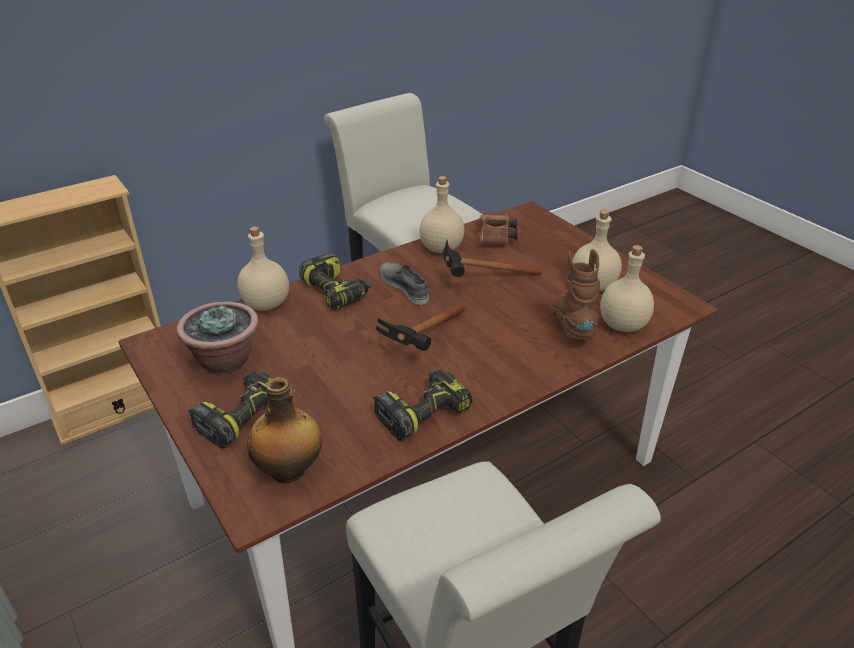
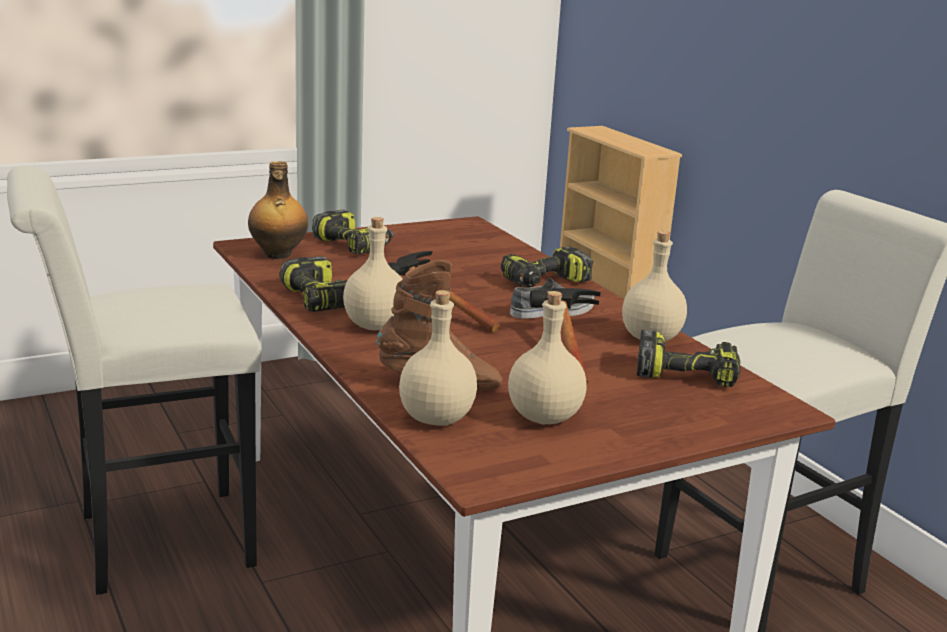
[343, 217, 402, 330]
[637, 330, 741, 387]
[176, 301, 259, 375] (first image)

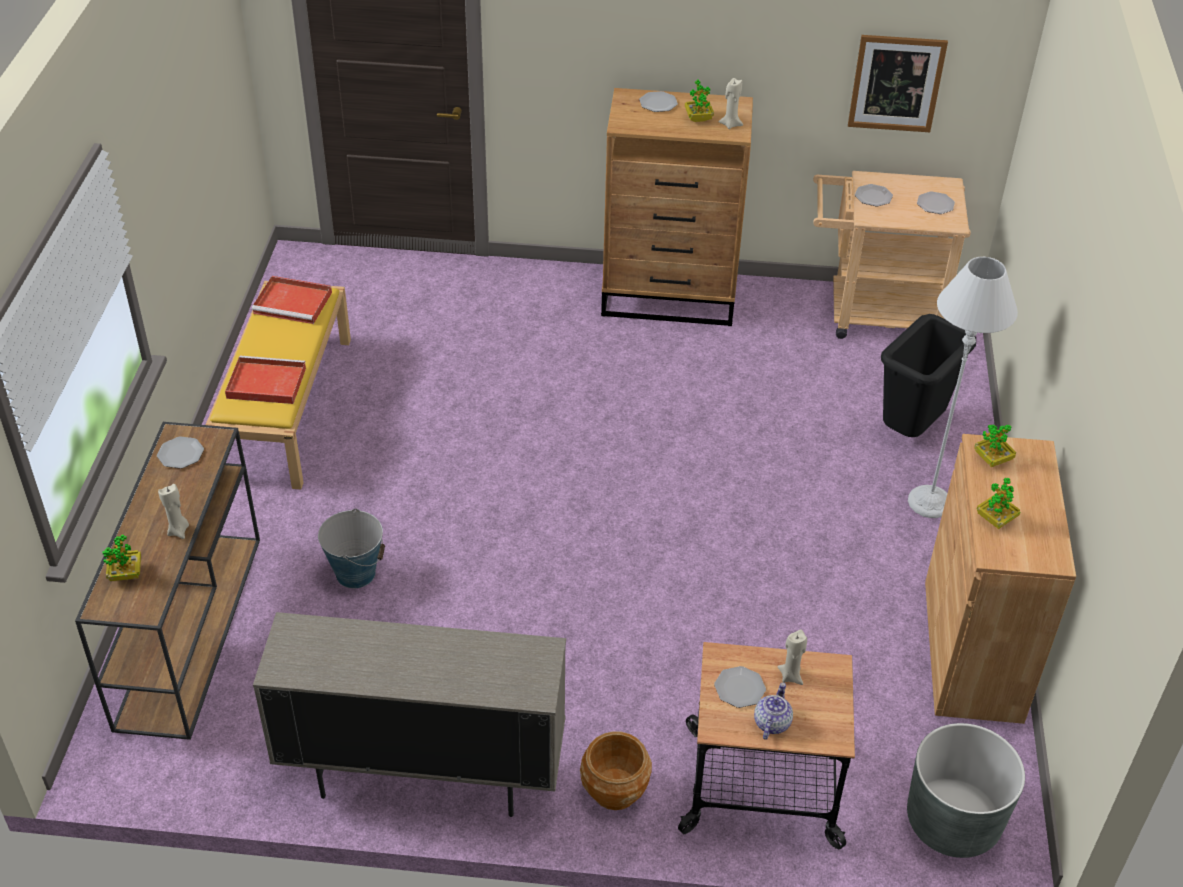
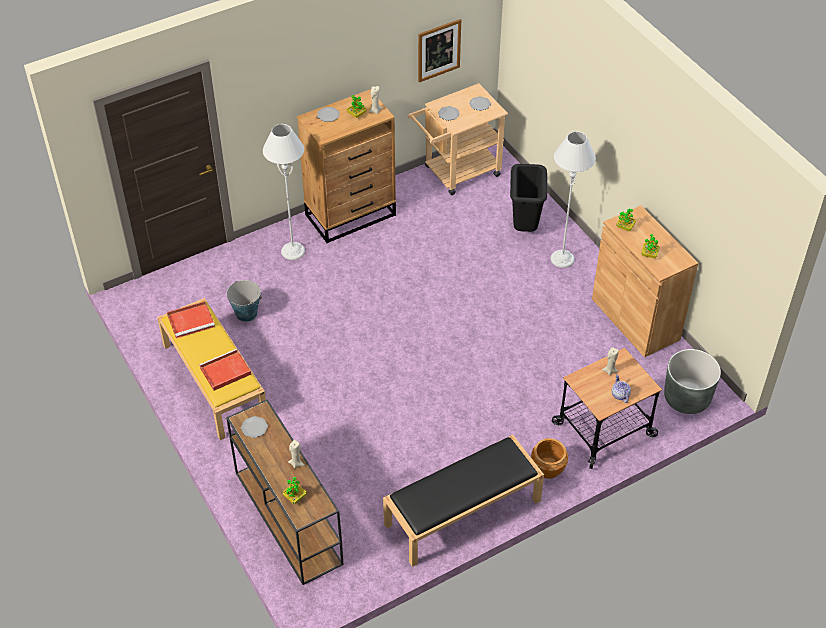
[227, 280, 262, 322]
[263, 124, 305, 260]
[383, 435, 544, 567]
[714, 666, 766, 708] (first image)

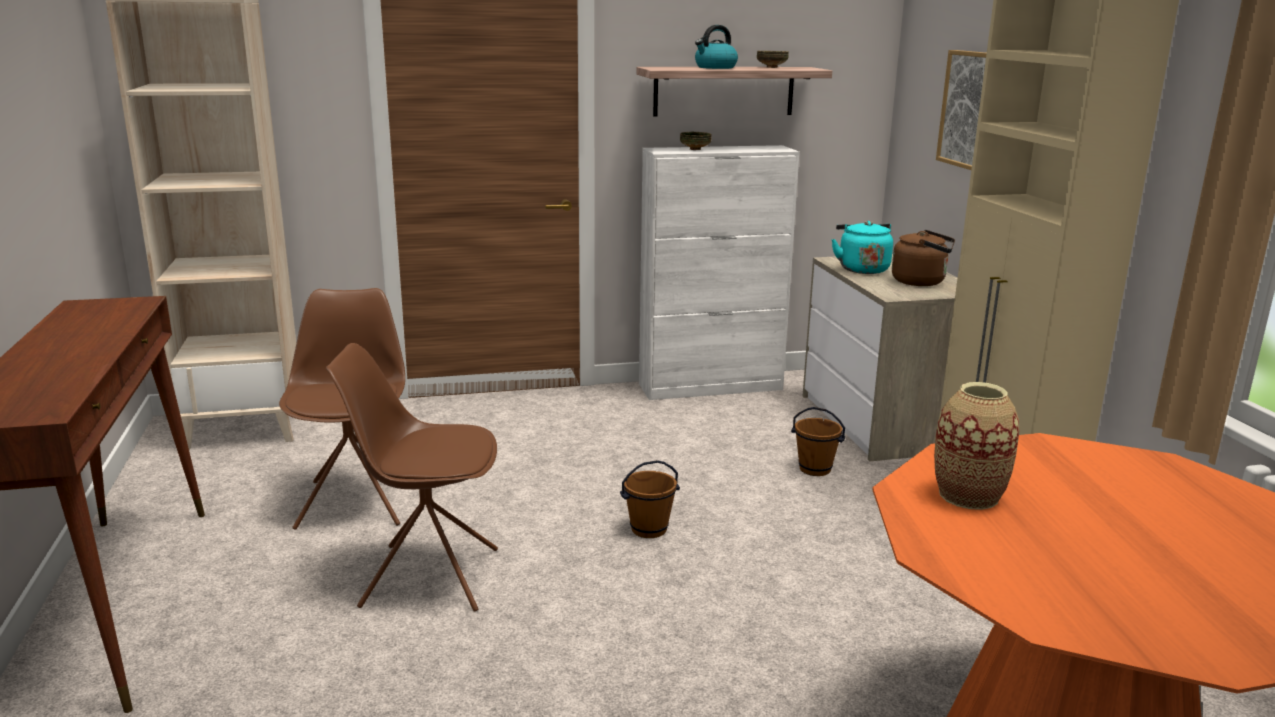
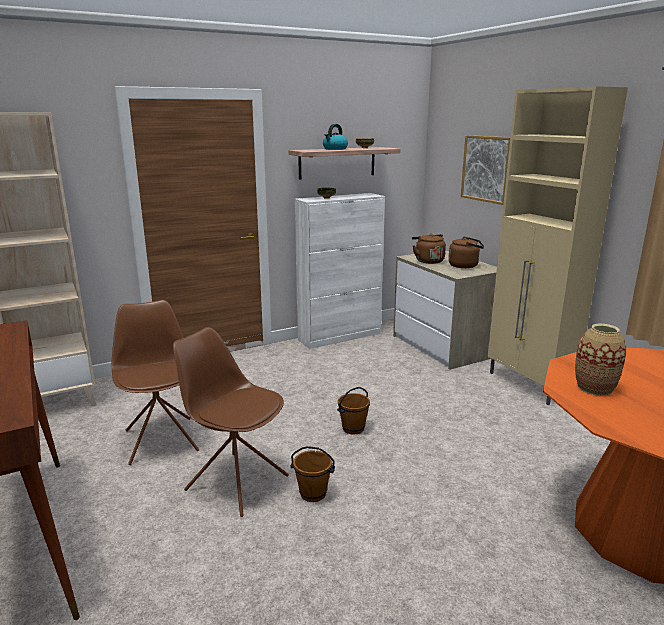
[173, 327, 289, 517]
[290, 446, 335, 502]
[412, 234, 446, 264]

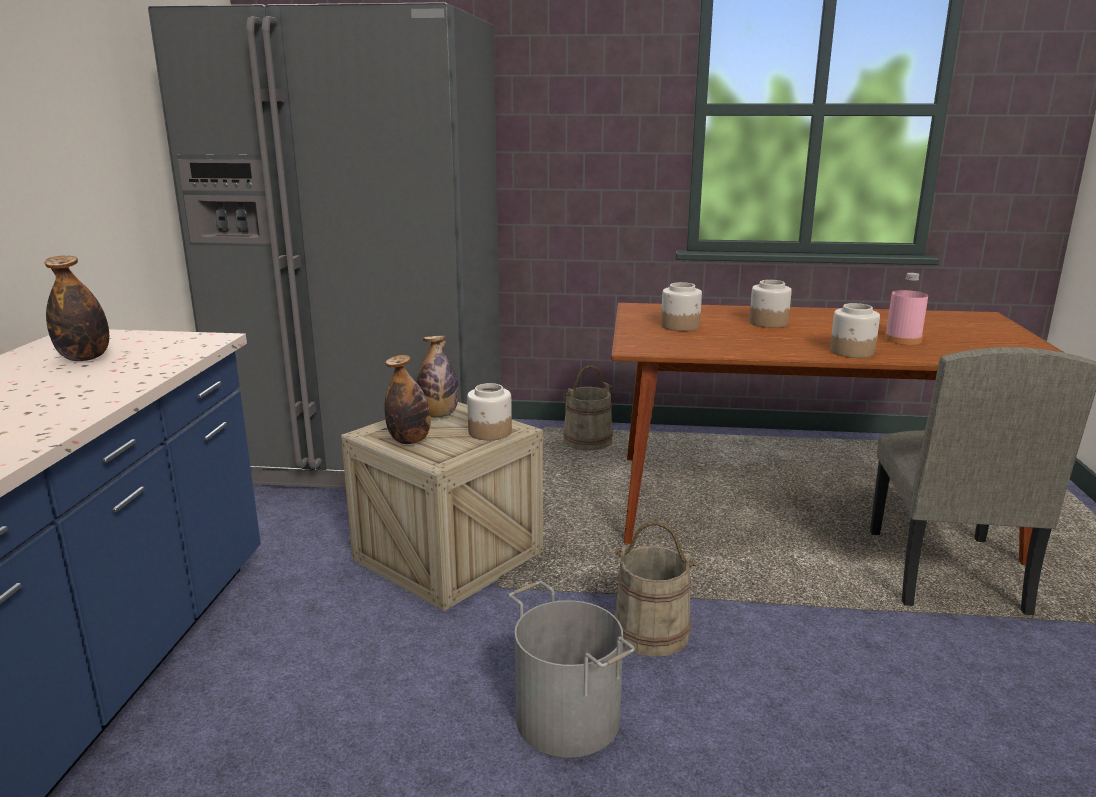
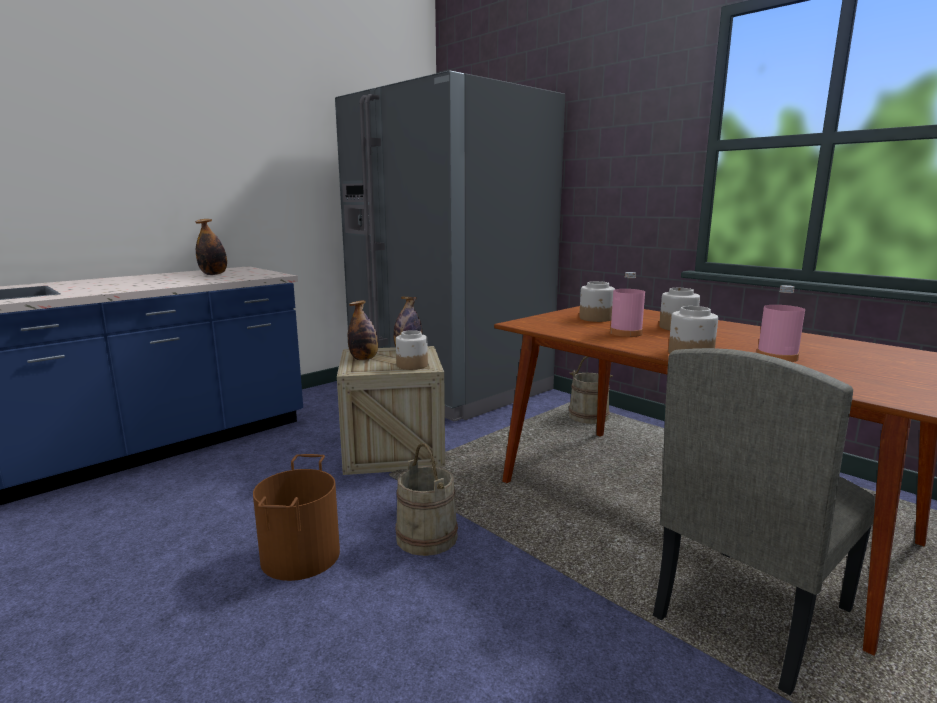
[253, 454, 340, 581]
[610, 272, 645, 337]

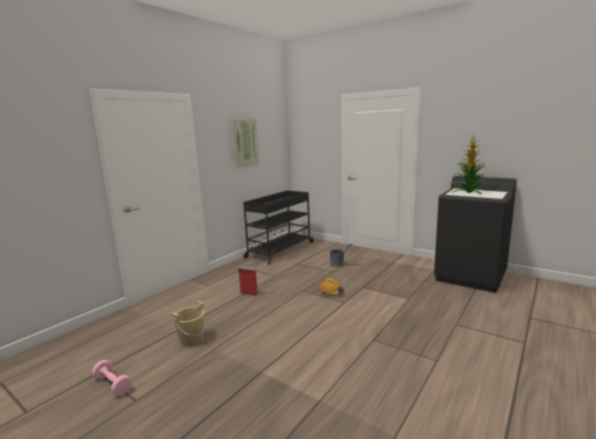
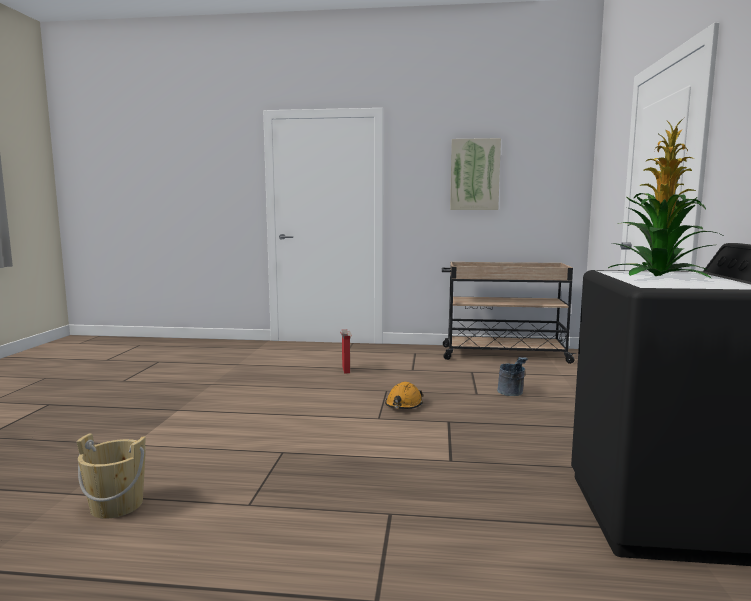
[77, 433, 146, 519]
[442, 262, 576, 364]
[92, 360, 132, 396] (first image)

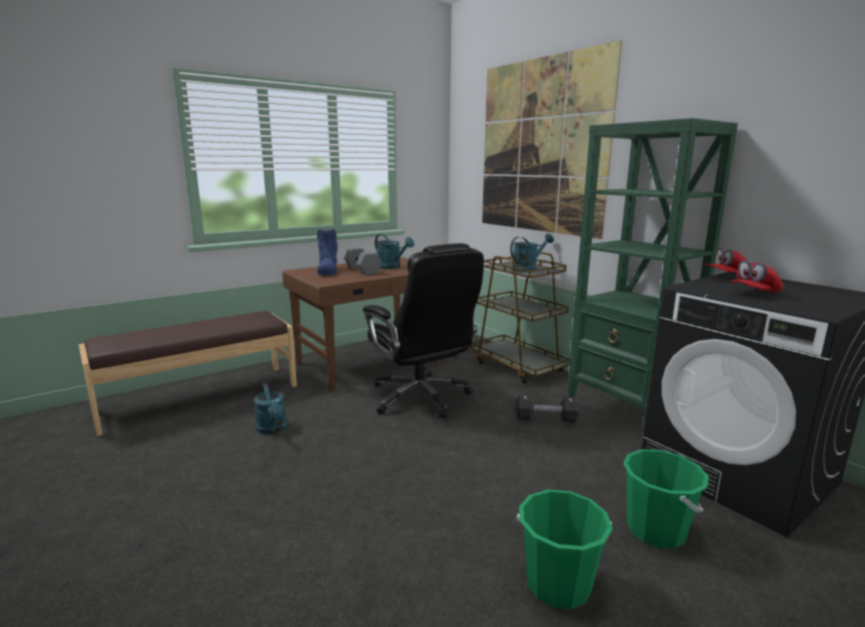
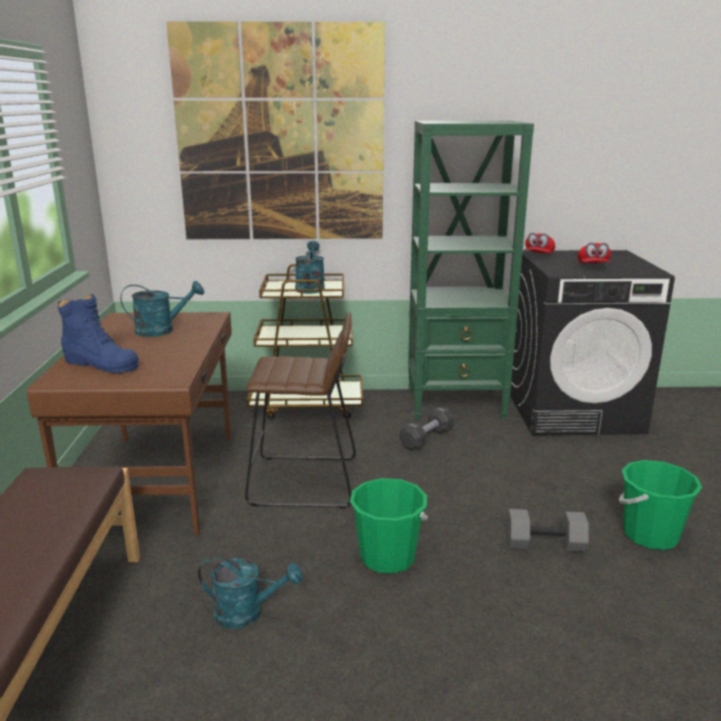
[245, 313, 356, 509]
[350, 478, 428, 574]
[506, 509, 589, 552]

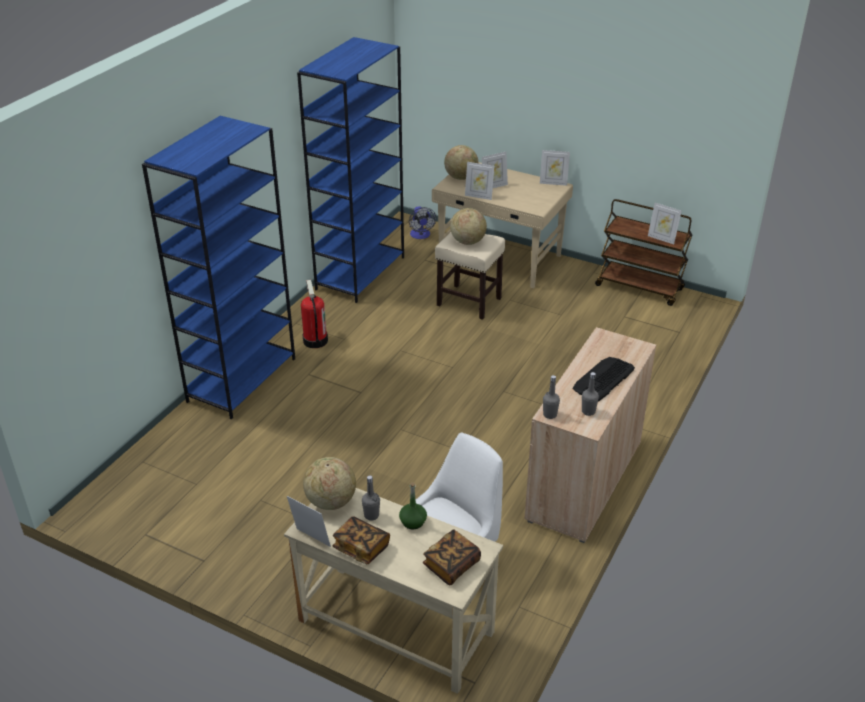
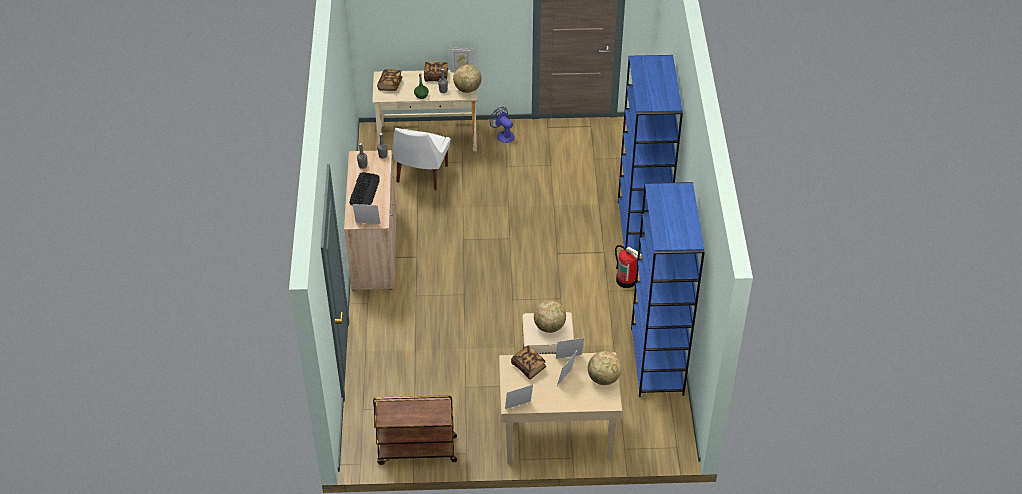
[353, 204, 380, 224]
[490, 107, 515, 143]
[511, 345, 546, 379]

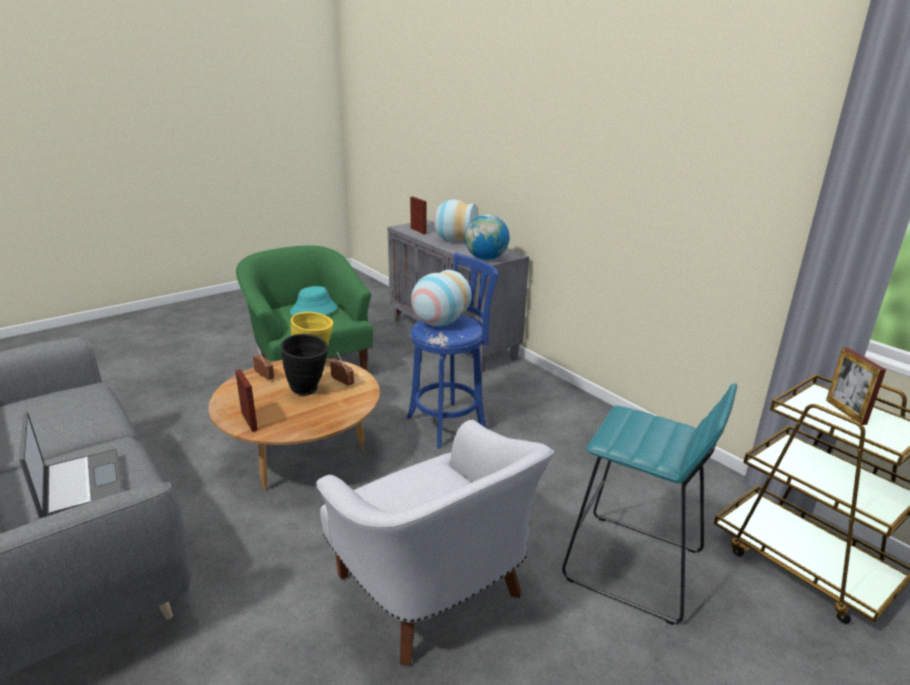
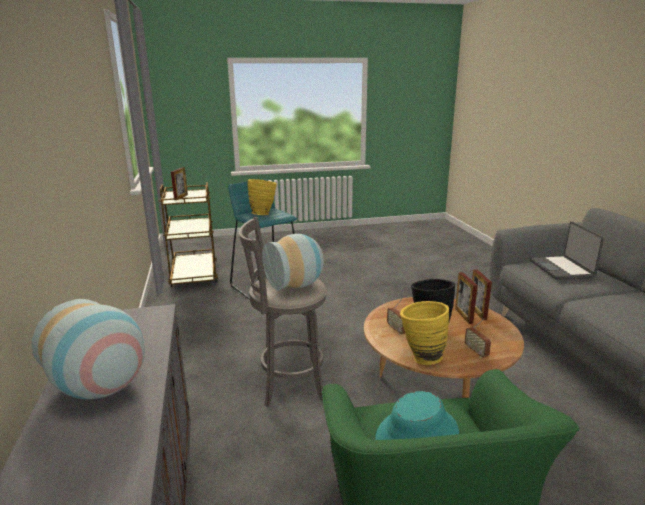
[239, 217, 327, 406]
[248, 179, 277, 215]
[455, 272, 478, 324]
[316, 419, 554, 665] (first image)
[465, 215, 510, 260] (first image)

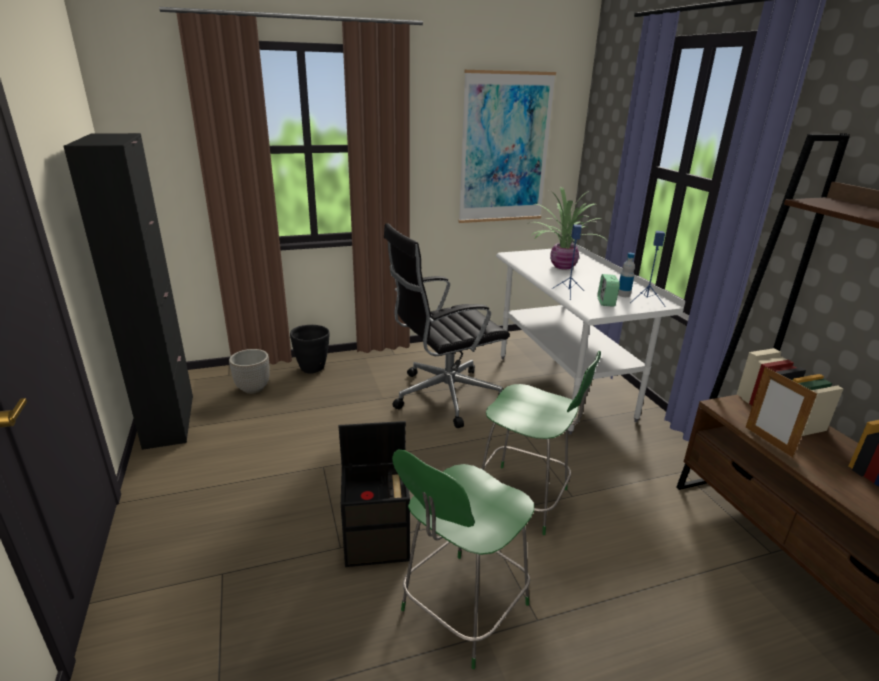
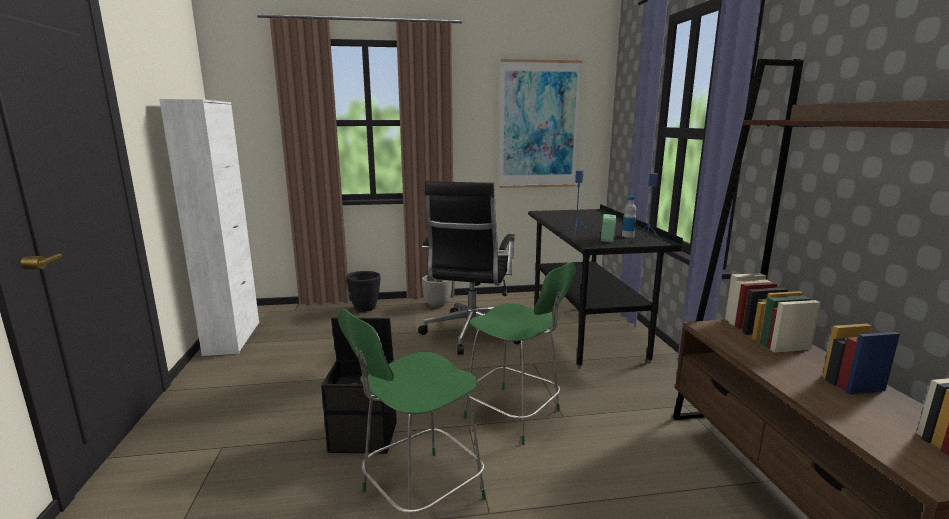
[159, 99, 259, 356]
[418, 181, 521, 355]
[422, 275, 452, 308]
[528, 204, 683, 369]
[529, 186, 606, 270] (first image)
[746, 367, 817, 457] (first image)

